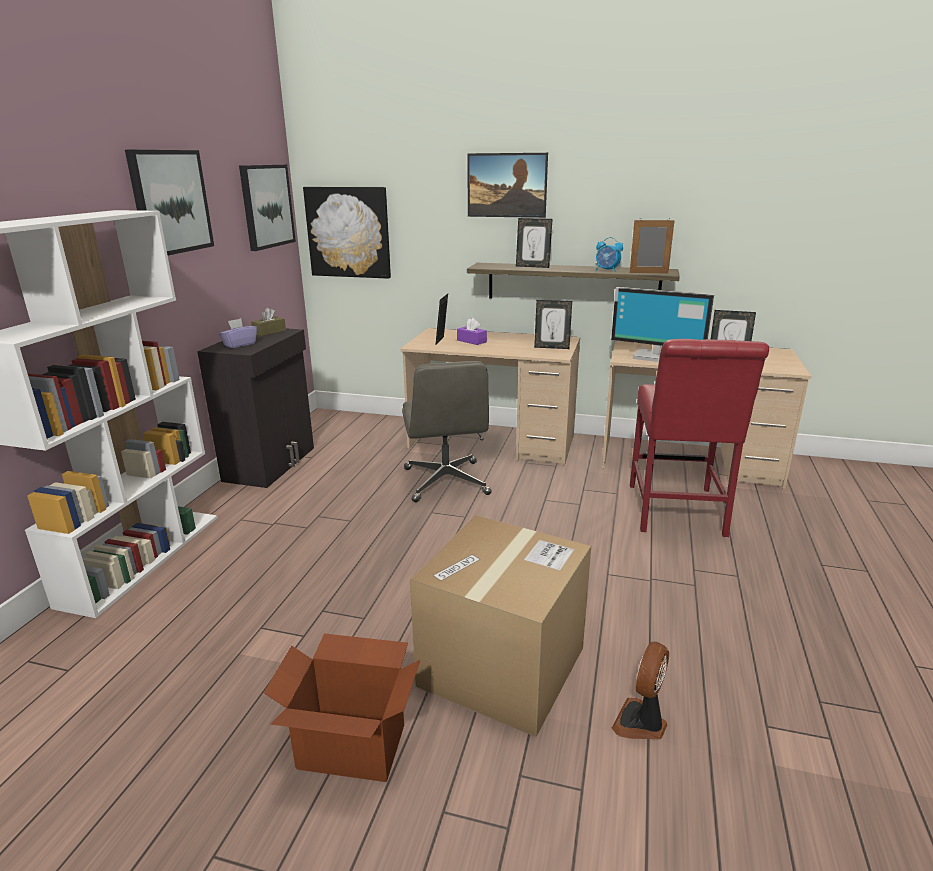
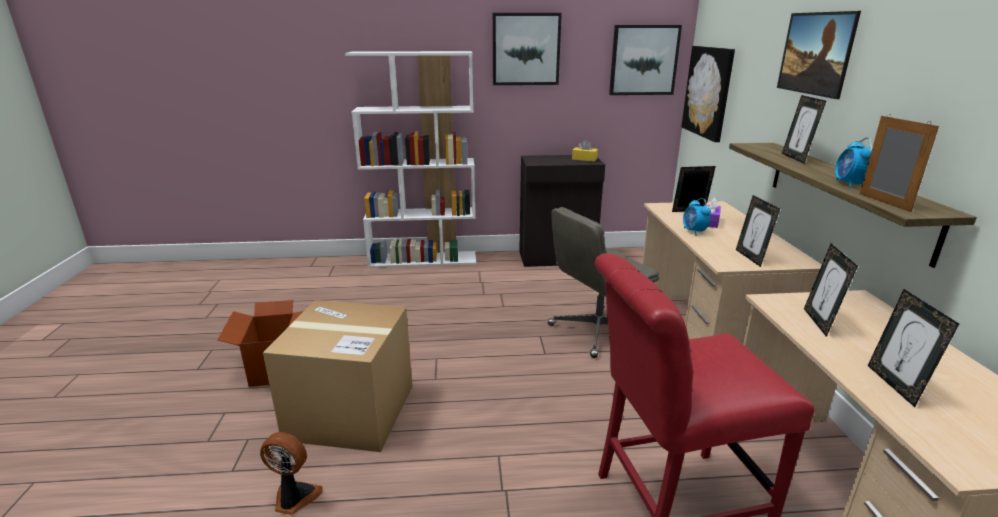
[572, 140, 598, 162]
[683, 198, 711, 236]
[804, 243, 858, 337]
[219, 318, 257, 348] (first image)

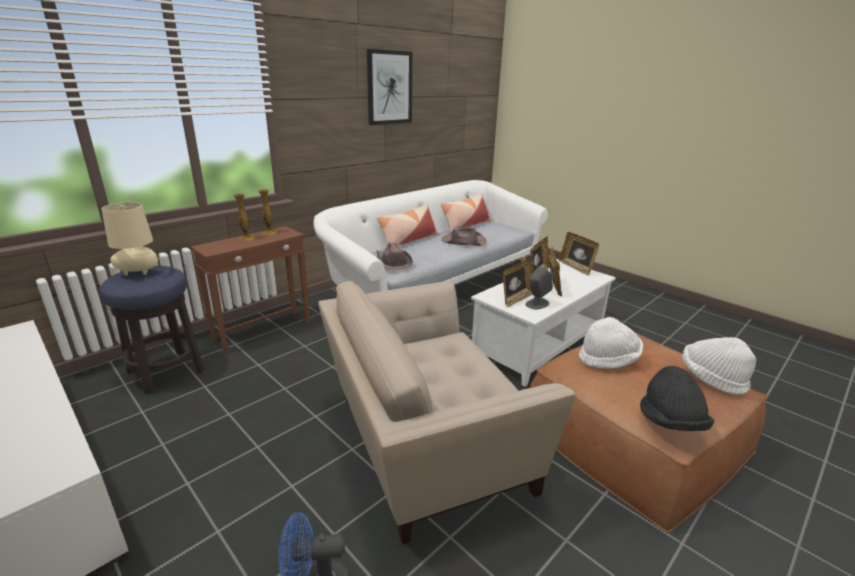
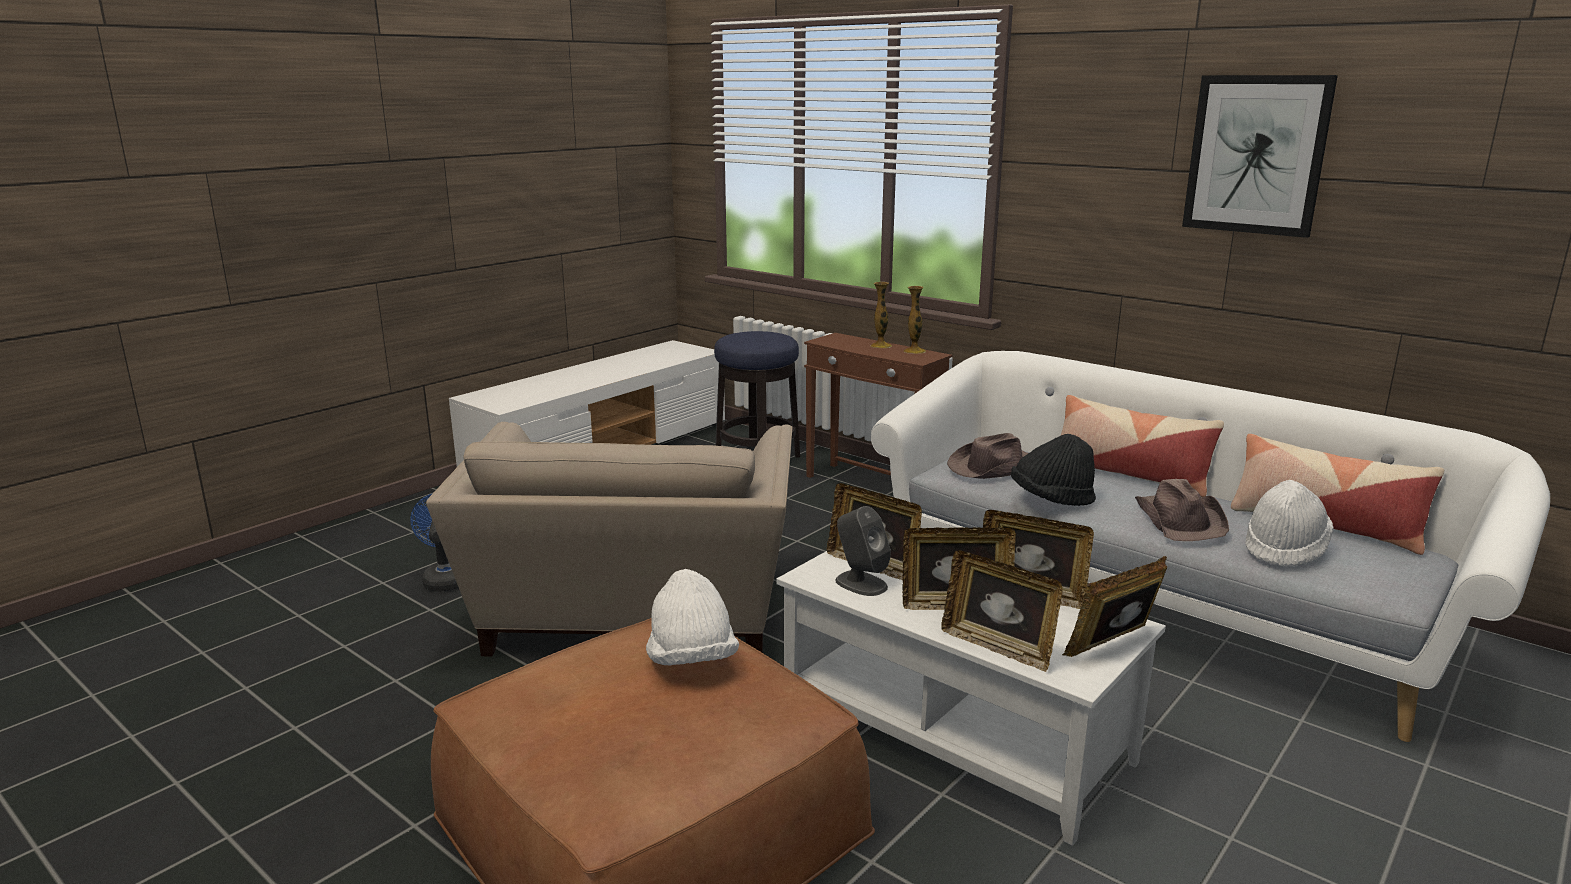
[426, 422, 793, 657]
[941, 550, 1063, 672]
[1011, 434, 1096, 506]
[1245, 480, 1333, 567]
[101, 202, 158, 276] (first image)

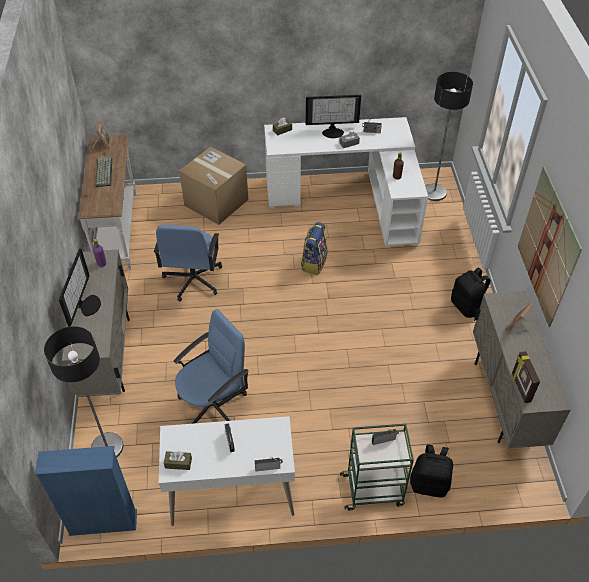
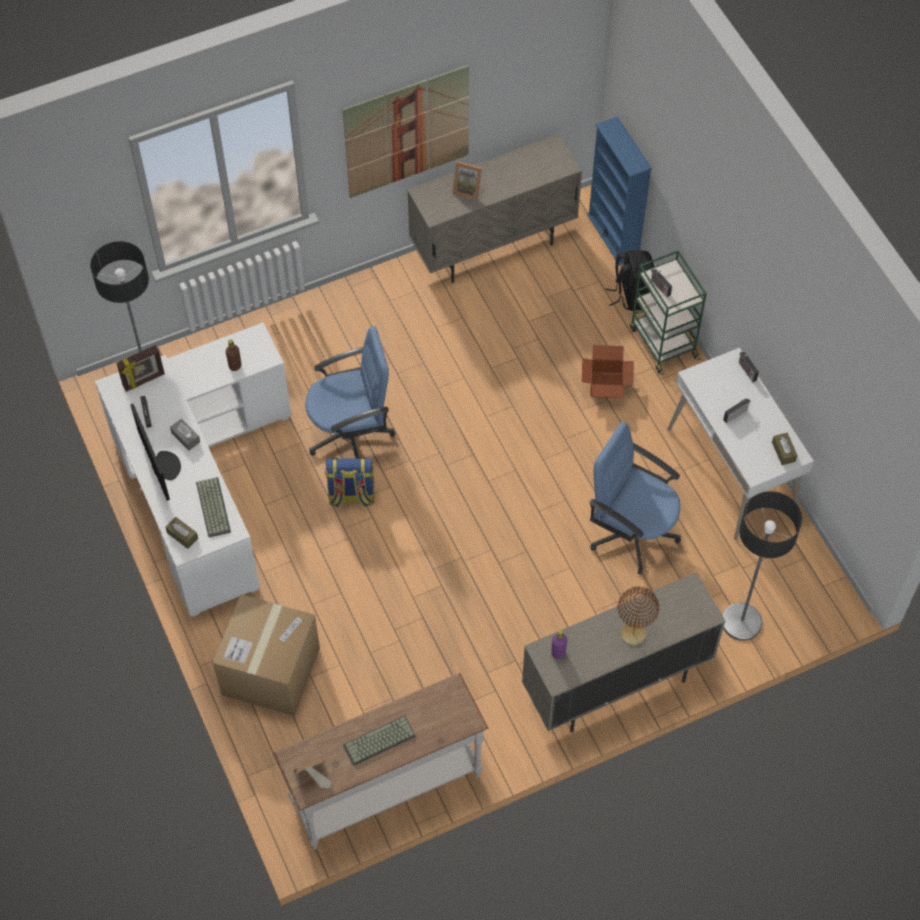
[116, 345, 165, 392]
[196, 477, 231, 537]
[305, 326, 396, 458]
[582, 345, 634, 398]
[587, 116, 652, 265]
[618, 587, 659, 645]
[451, 267, 490, 318] (first image)

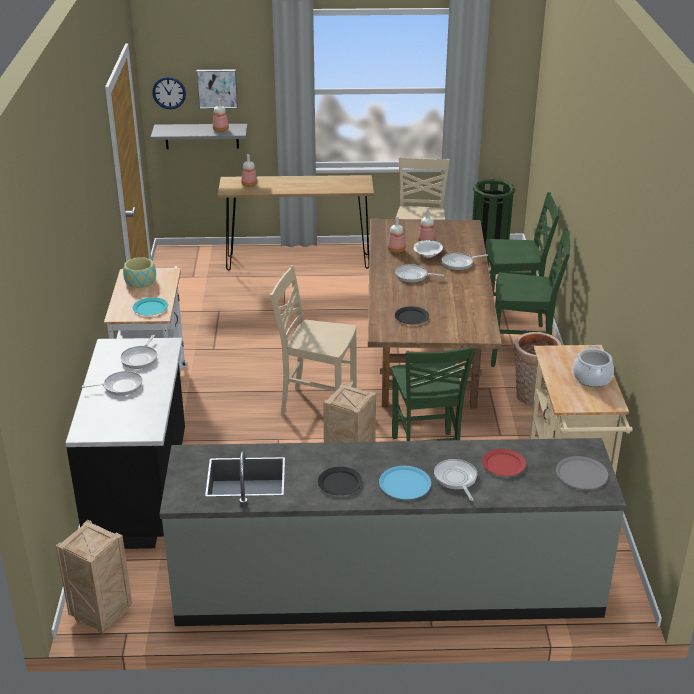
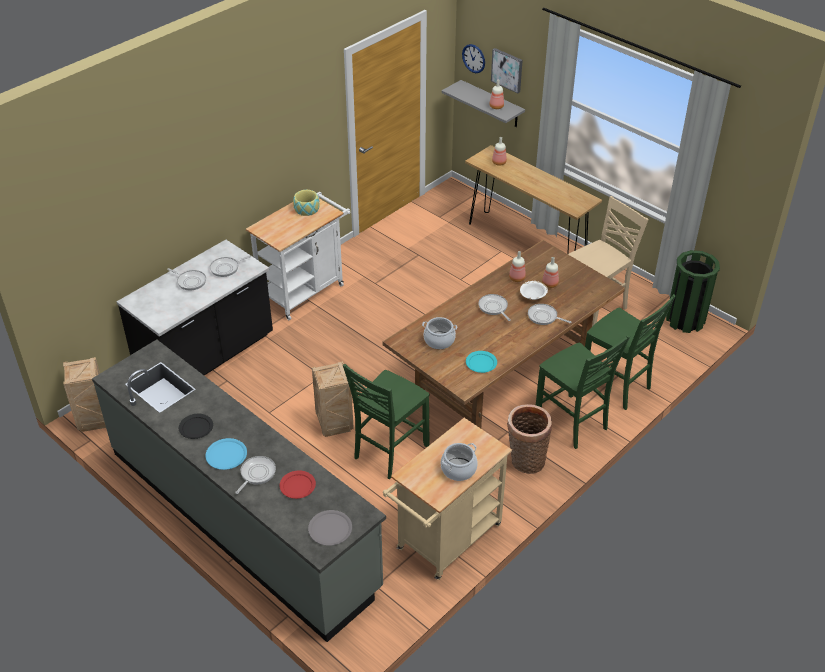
[422, 317, 457, 349]
[466, 351, 497, 373]
[270, 265, 357, 415] (first image)

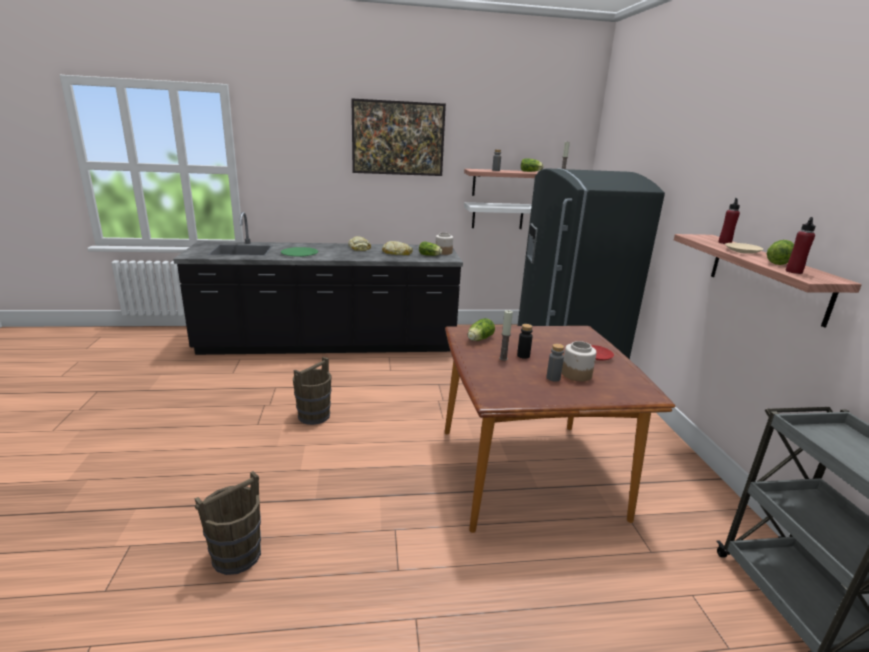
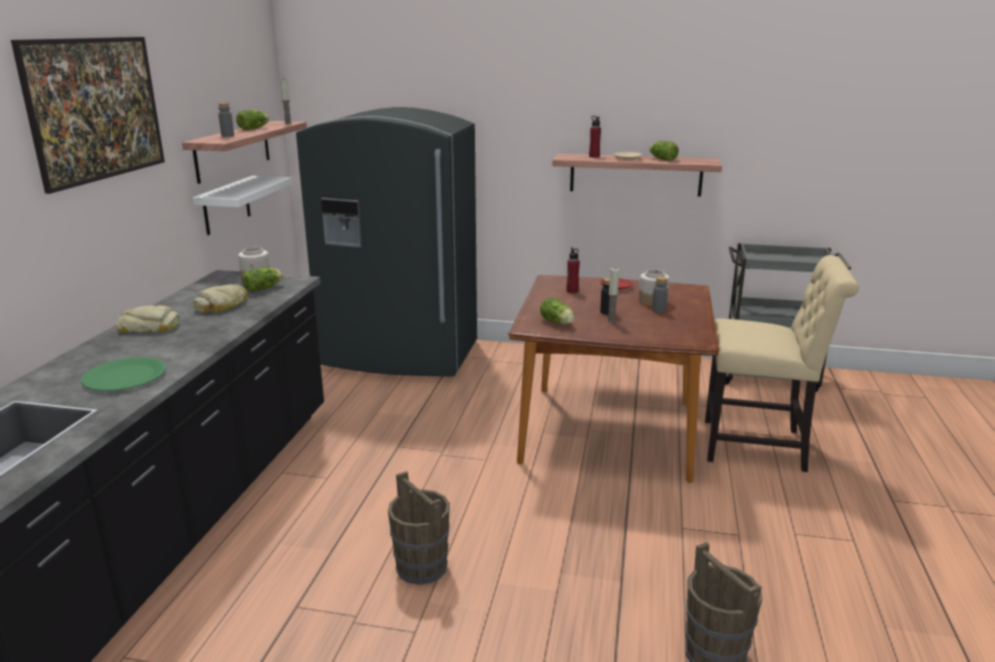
[566, 247, 580, 293]
[705, 255, 859, 472]

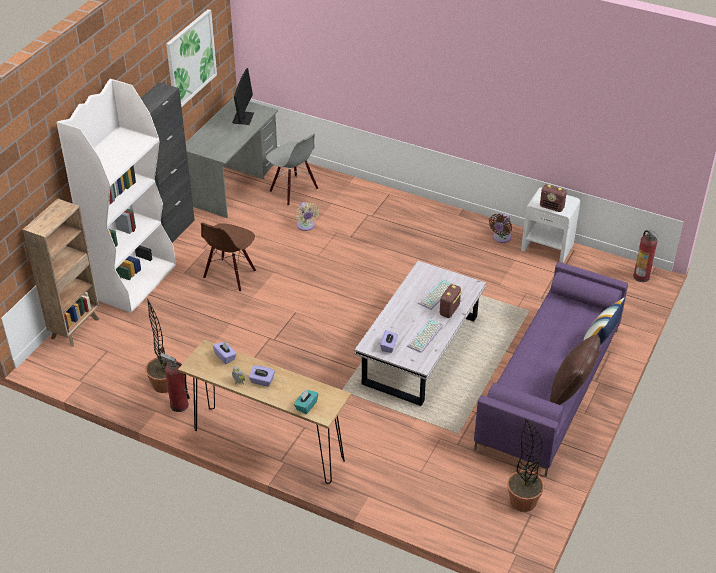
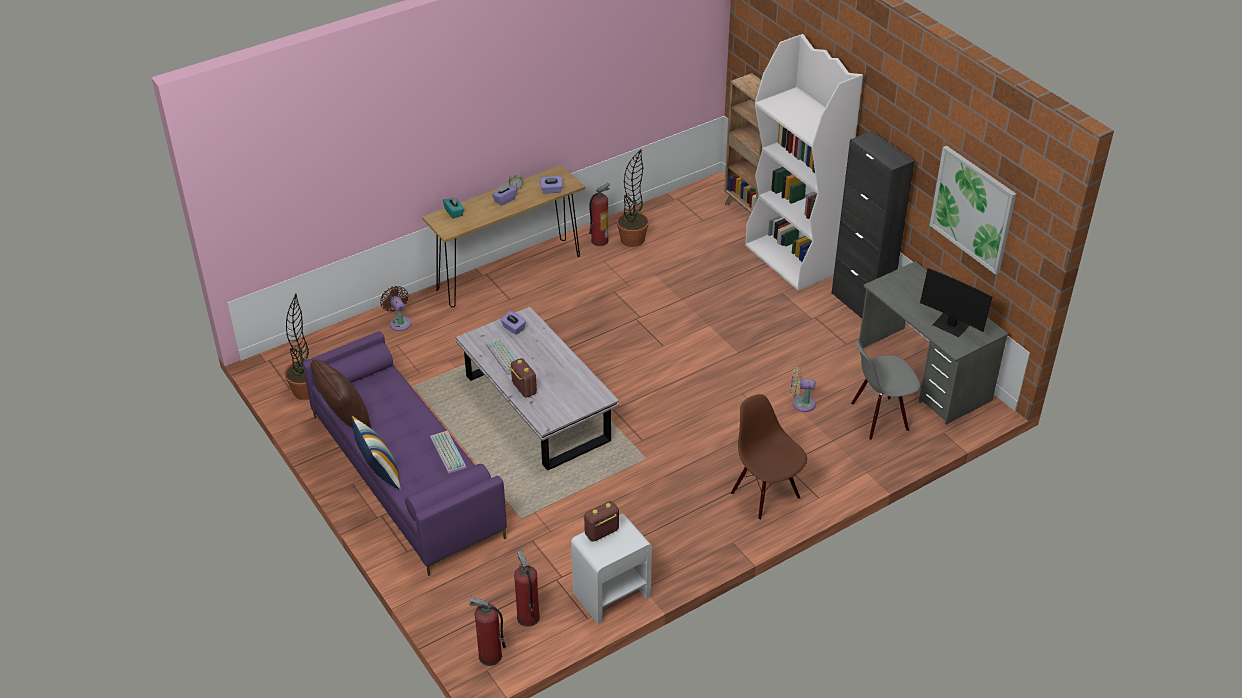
[380, 286, 411, 331]
[430, 431, 467, 473]
[514, 550, 540, 627]
[731, 394, 807, 520]

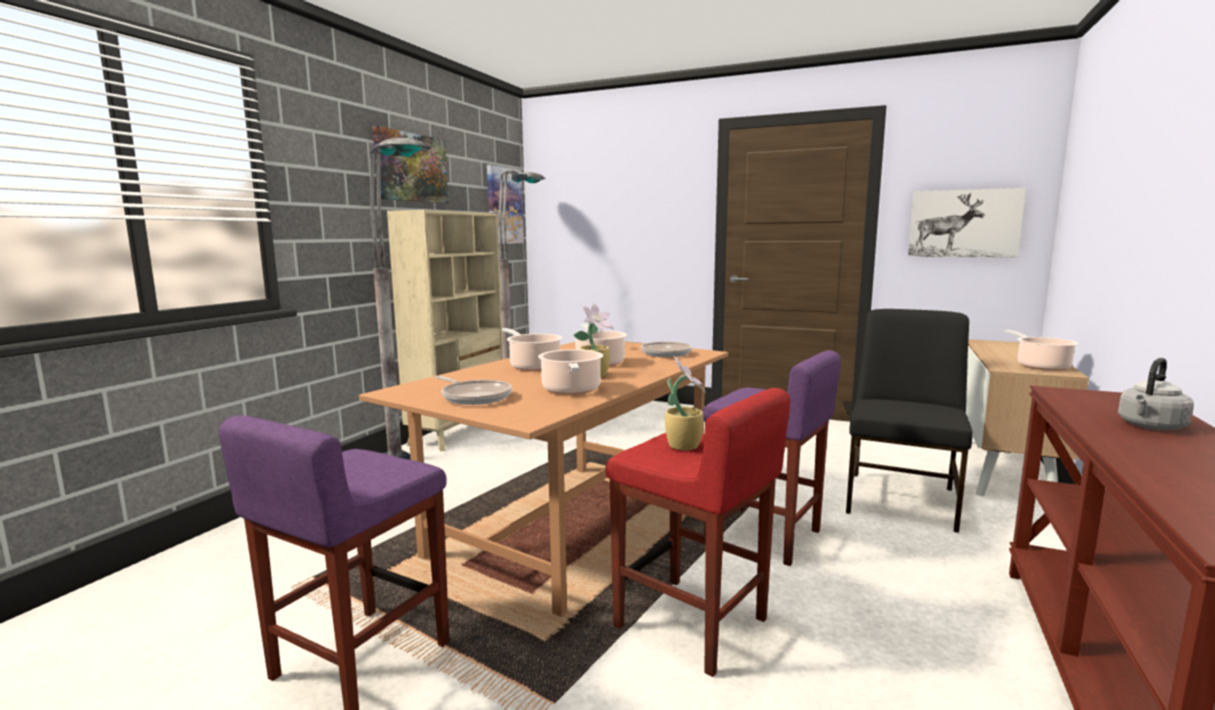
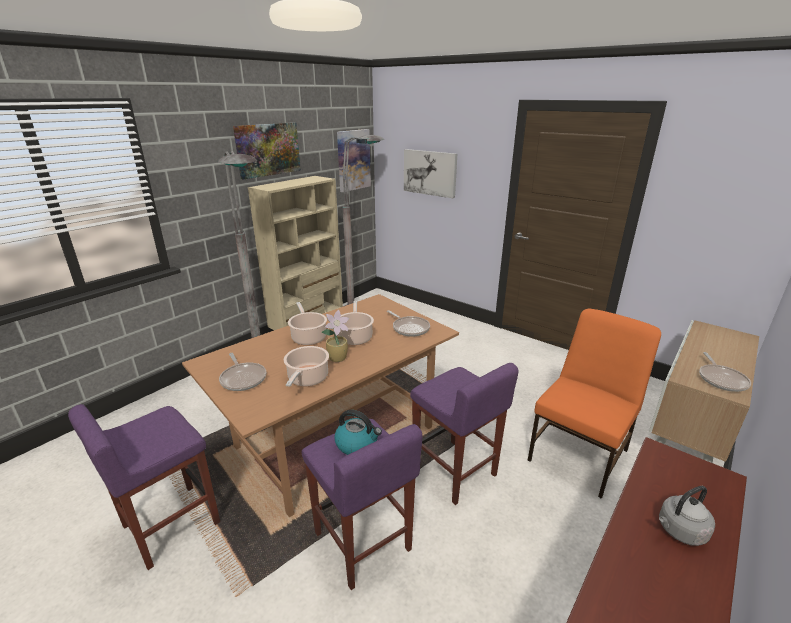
[302, 419, 422, 590]
[334, 410, 382, 455]
[404, 149, 457, 198]
[528, 309, 661, 499]
[699, 352, 751, 392]

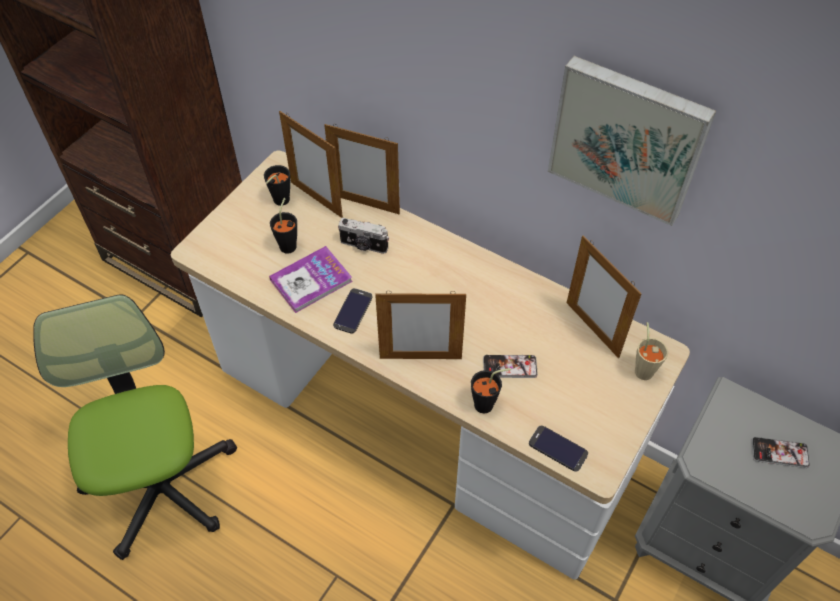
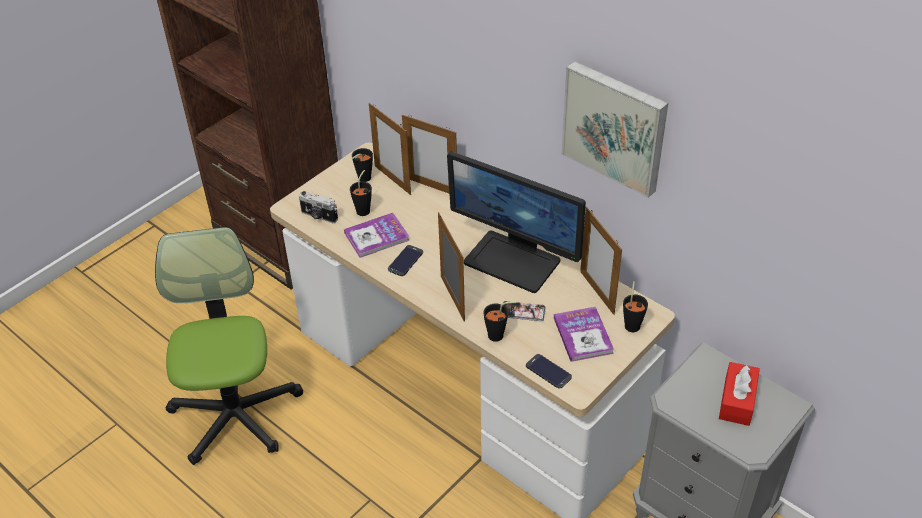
[299, 191, 338, 223]
[438, 212, 465, 322]
[447, 151, 586, 293]
[554, 307, 614, 362]
[623, 281, 648, 332]
[719, 362, 760, 426]

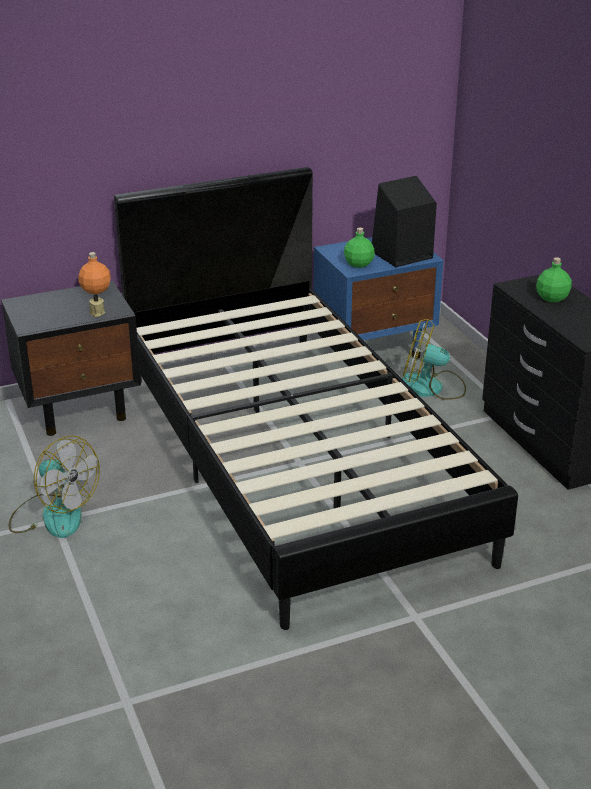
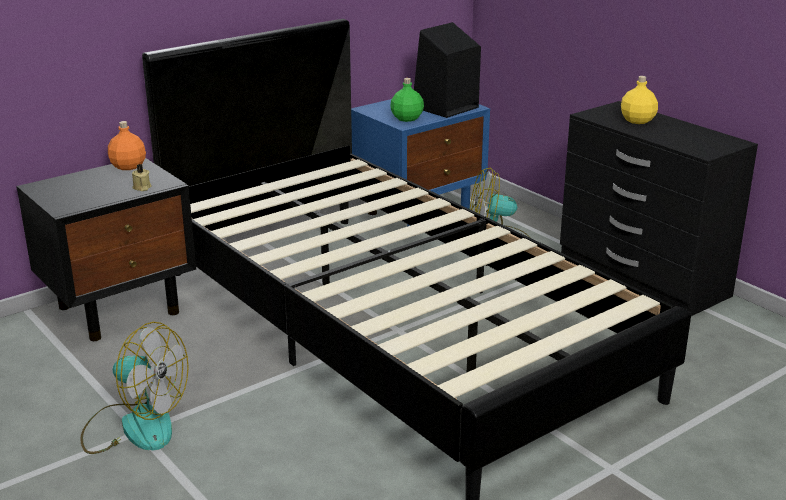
[621, 76, 658, 124]

